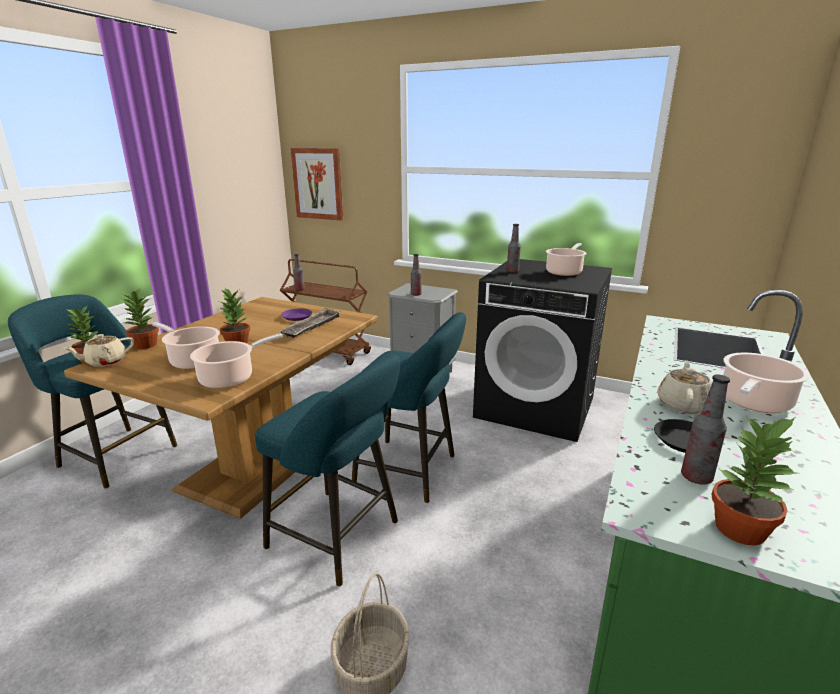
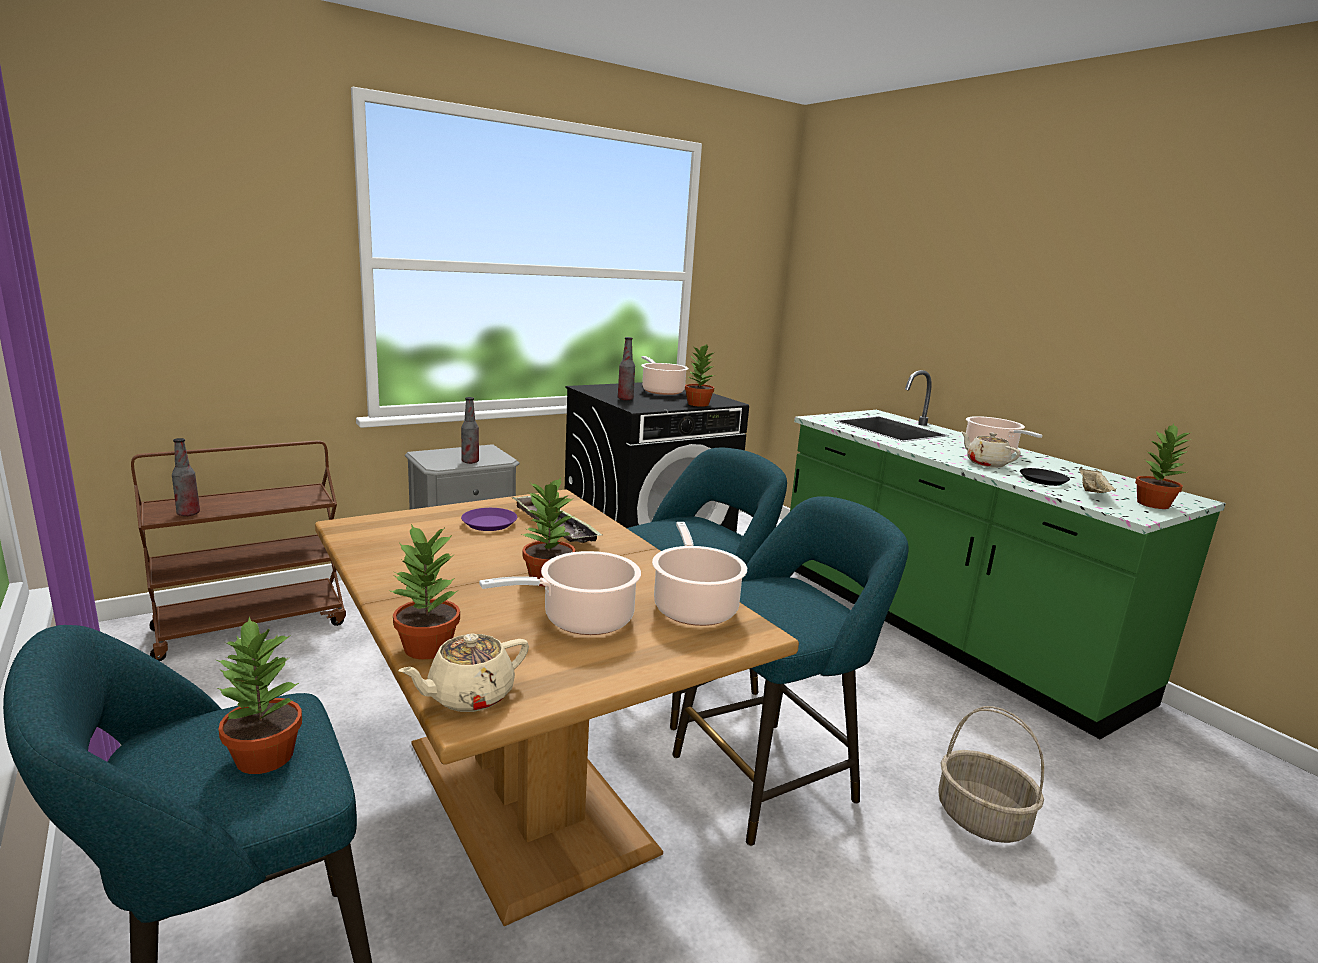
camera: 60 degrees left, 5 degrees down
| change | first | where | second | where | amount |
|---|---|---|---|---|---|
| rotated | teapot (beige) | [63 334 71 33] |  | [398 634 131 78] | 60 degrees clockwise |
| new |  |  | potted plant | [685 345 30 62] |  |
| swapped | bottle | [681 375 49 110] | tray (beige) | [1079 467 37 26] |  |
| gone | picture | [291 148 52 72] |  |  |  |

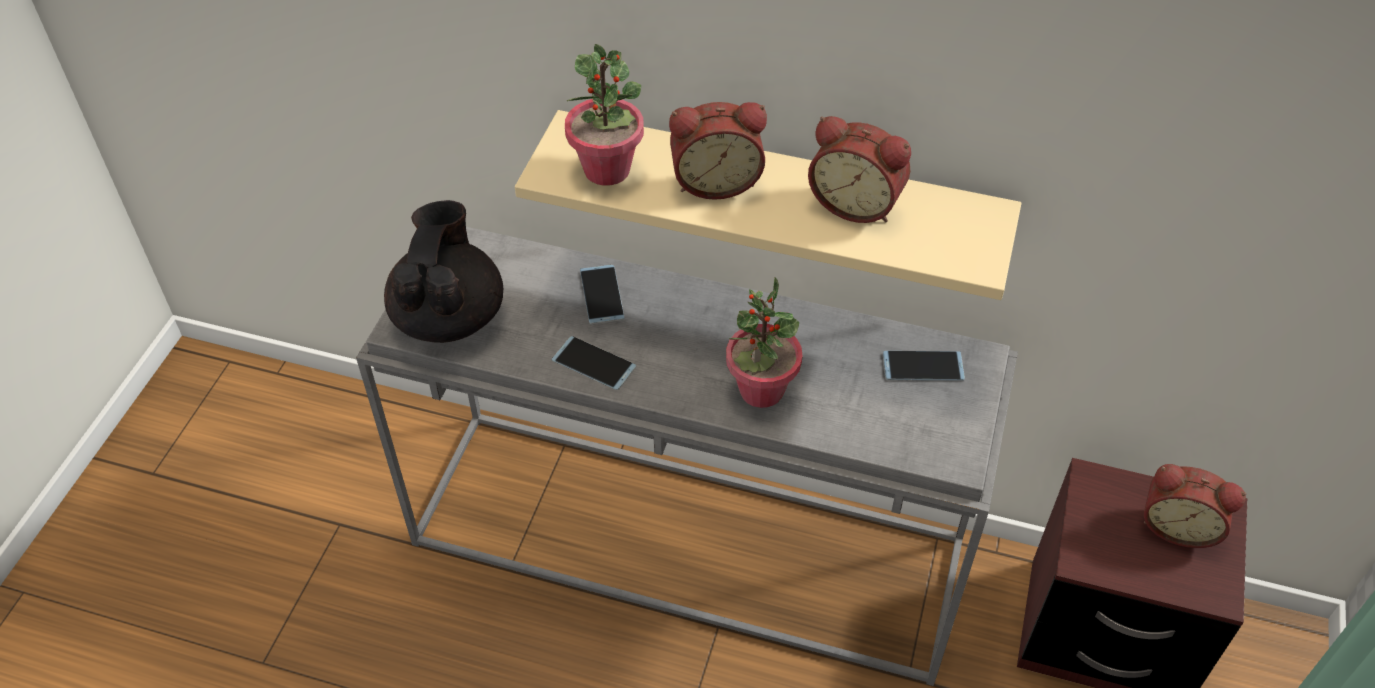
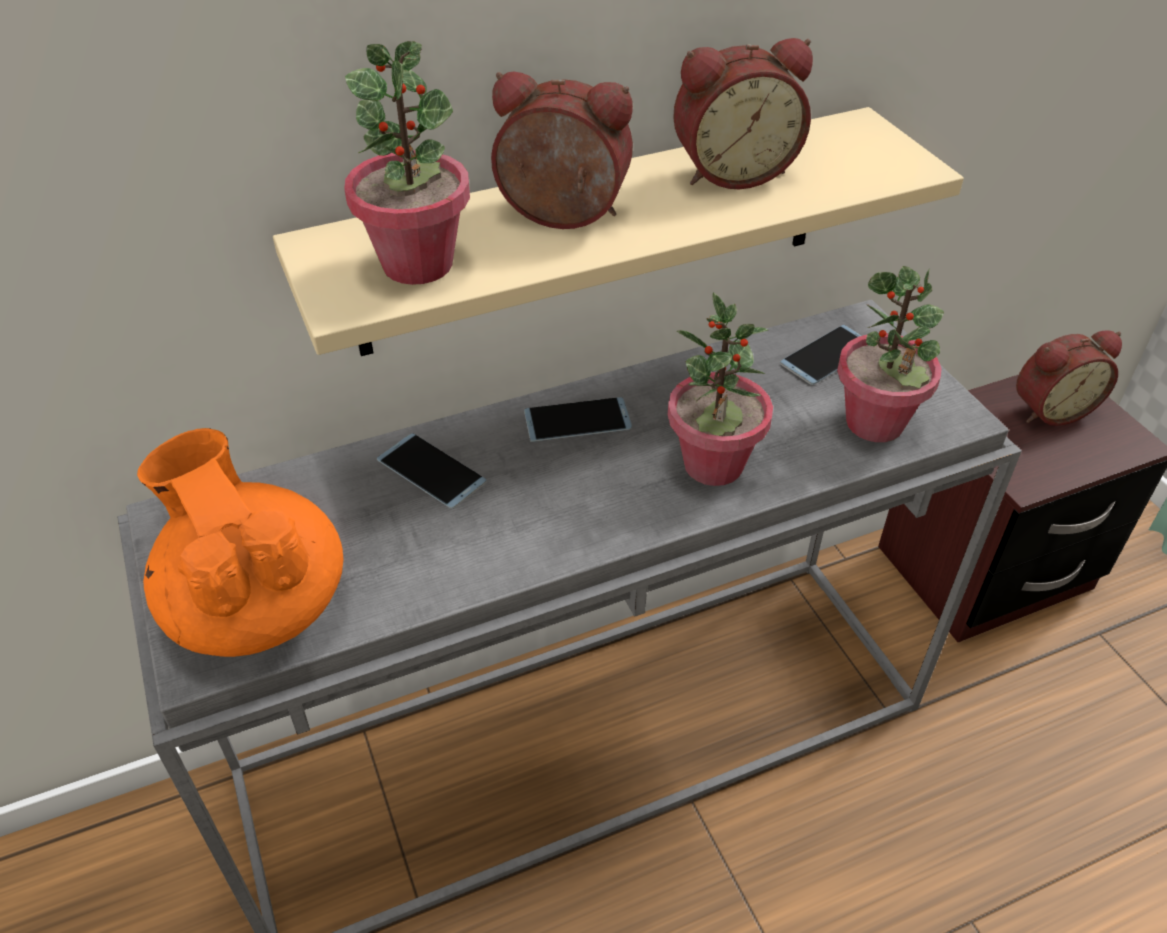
camera: 40 degrees left, 5 degrees down
| change | first | where | second | where | amount |
|---|---|---|---|---|---|
| repainted | teapot (black) | [384 200 119 143] | teapot (orange) | [137 428 206 229] |  |
| rotated | alarm clock | [669 102 98 98] |  | [491 72 142 157] | 120 degrees counterclockwise |
| shifted | phone | [552 336 84 54] |  | [524 397 108 45] |  |
| new |  |  | potted plant | [837 266 107 176] |  |

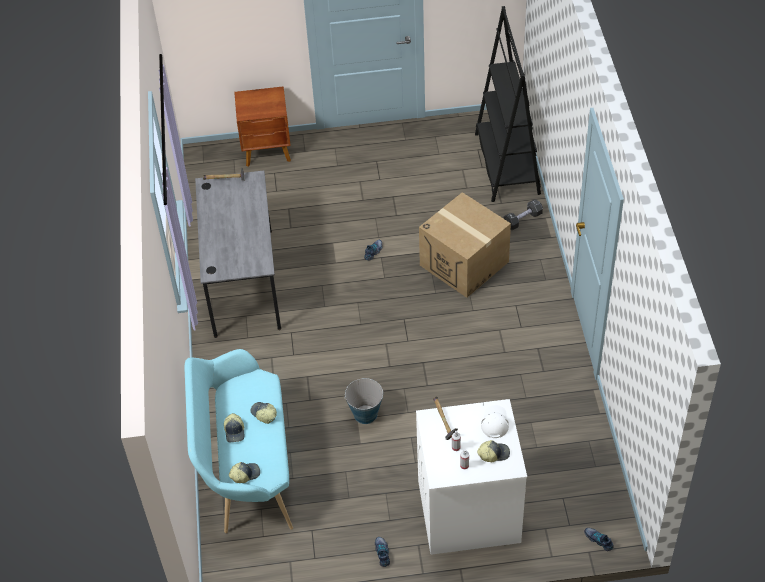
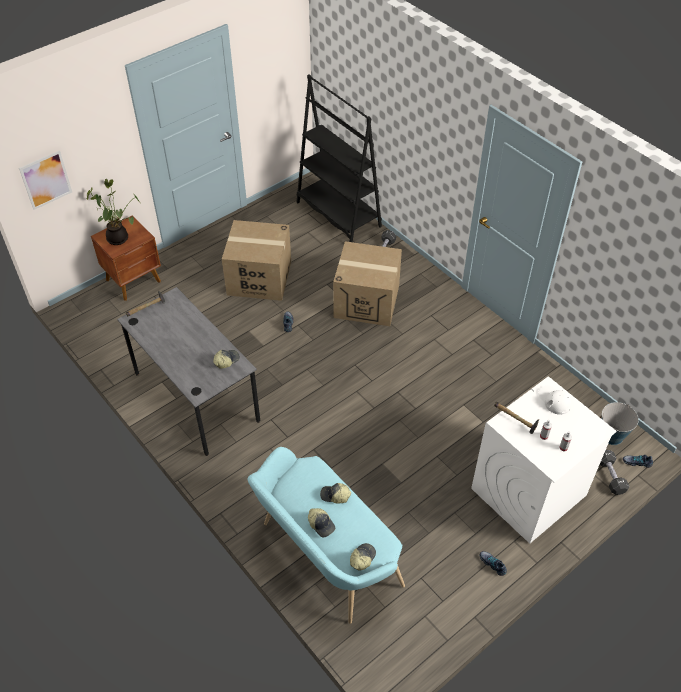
camera: 35 degrees left, 0 degrees up
| change | first | where | second | where | amount |
|---|---|---|---|---|---|
| new |  |  | picture | [19 150 53 60] |  |
| new |  |  | potted plant | [86 179 53 66] |  |
| shifted | cap | [477 440 33 22] |  | [213 350 27 19] |  |
| new |  |  | cardboard box | [222 220 69 81] |  |
| shifted | bucket | [344 378 39 46] |  | [600 402 39 43] |  |
| new |  |  | dumbbell (black) | [600 450 29 45] |  |

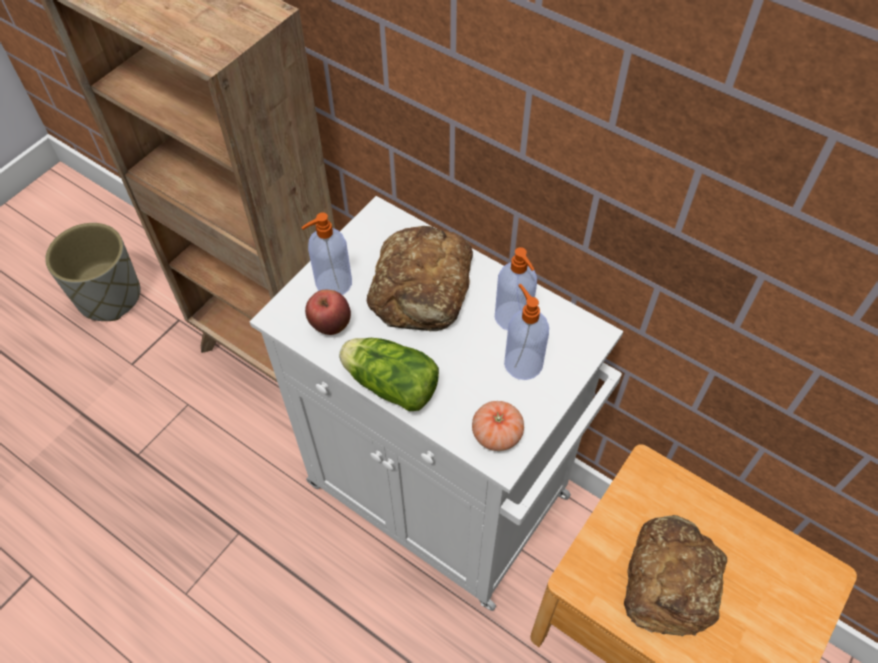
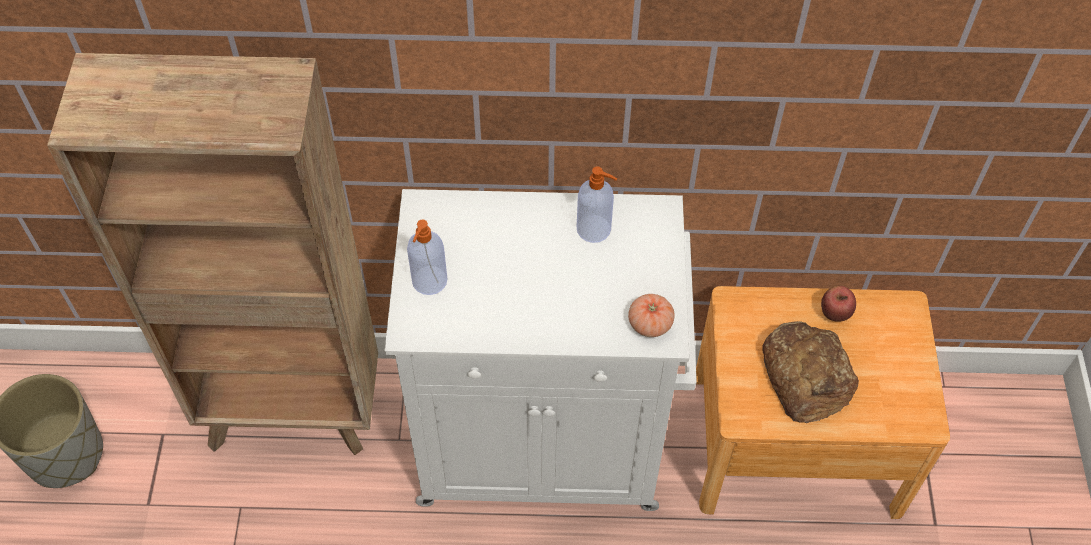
camera: 35 degrees left, 0 degrees up
| change | first | where | second | where | amount |
|---|---|---|---|---|---|
| shifted | apple | [305 290 46 45] |  | [821 286 35 36] |  |
| gone | lettuce | [339 338 100 73] |  |  |  |
| gone | bread | [367 226 106 105] |  |  |  |
| gone | soap dispenser | [504 284 45 96] |  |  |  |

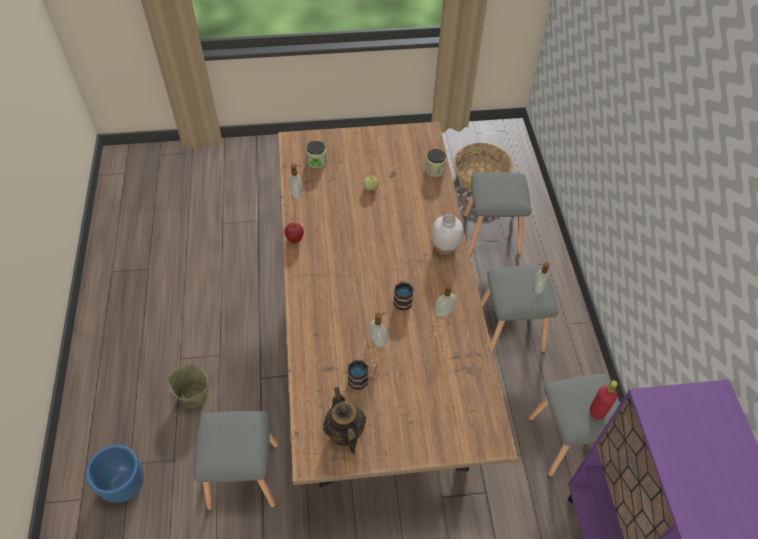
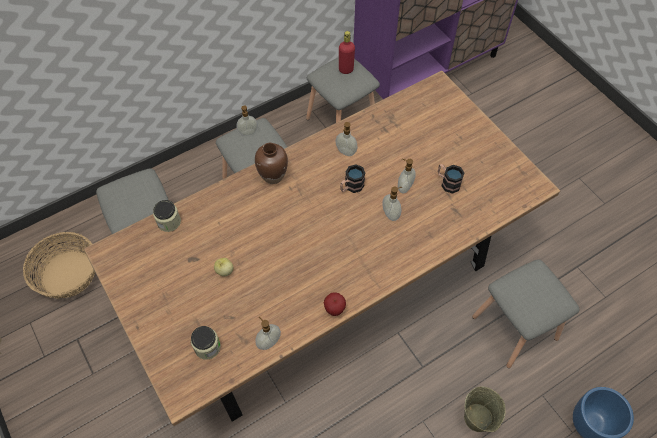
camera: 115 degrees left, 5 degrees up
| change | first | where | second | where | amount |
|---|---|---|---|---|---|
| repainted | vase (white) | [432 214 31 41] | vase (brown) | [255 143 33 41] |  |
| new |  |  | soap dispenser | [382 187 20 34] |  |
| gone | teapot | [323 387 43 67] |  |  |  |

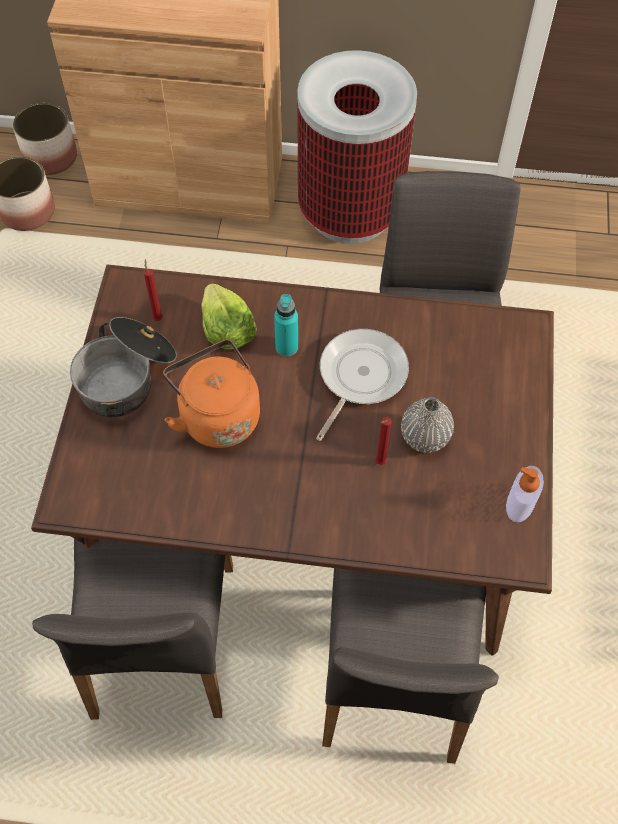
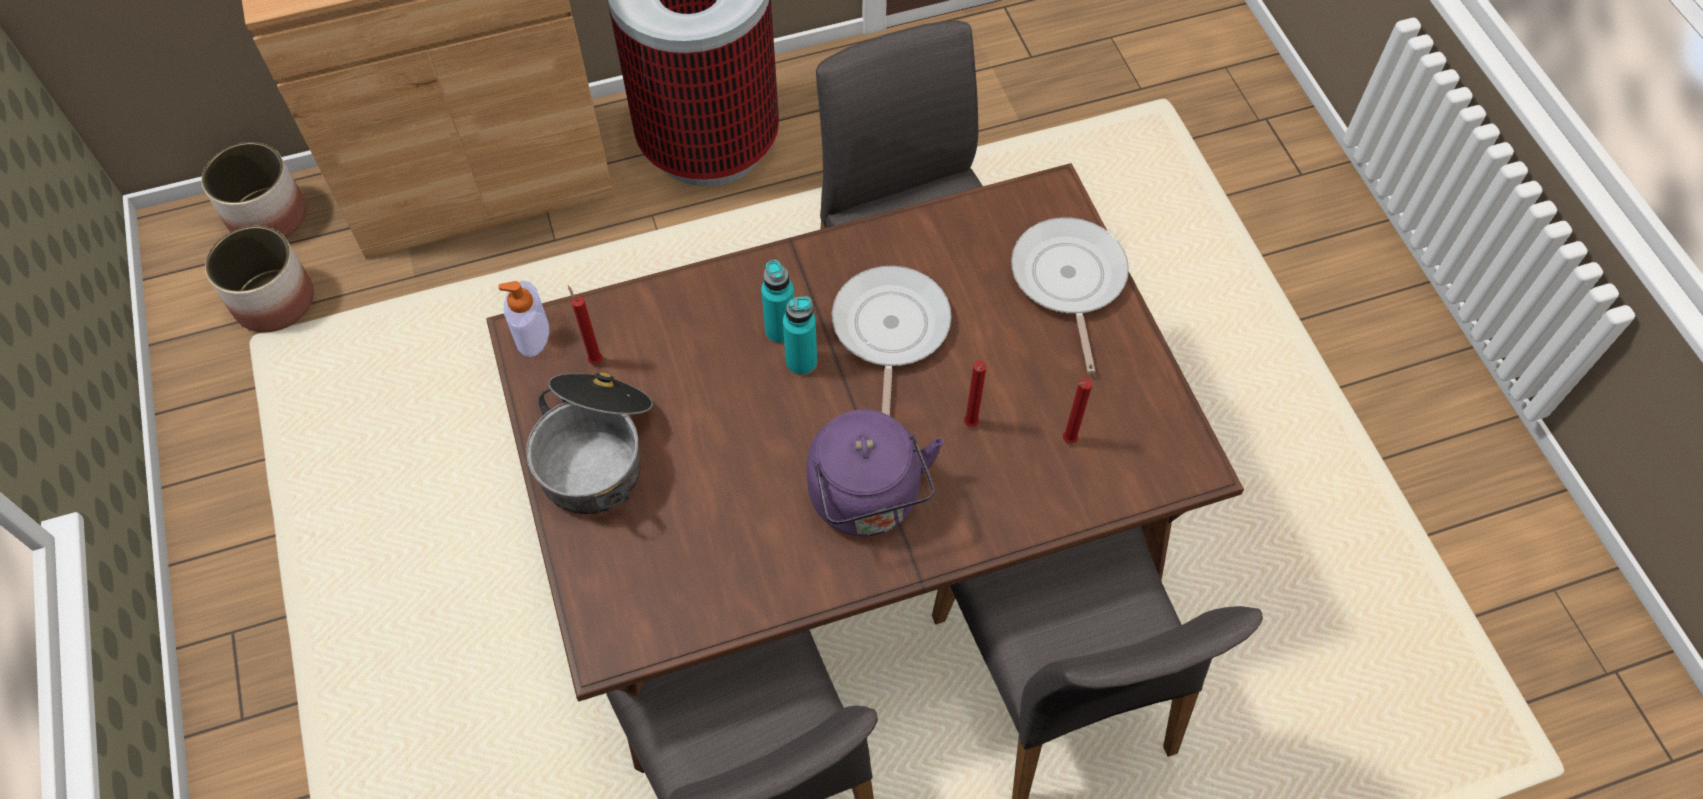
camera: 25 degrees left, 0 degrees up
| change | first | where | second | where | amount |
|---|---|---|---|---|---|
| shifted | soap dispenser | [506 466 38 56] |  | [498 281 51 76] |  |
| new |  |  | bottle (turquoise) | [783 297 34 78] |  |
| new |  |  | kettle (purple) | [807 409 136 128] |  |
| new |  |  | frying pan | [1011 217 118 156] |  |
| new |  |  | candle (red) | [1063 378 29 66] |  |
| gone | kettle (orange) | [163 340 97 108] |  |  |  |
| gone | lettuce | [201 283 56 67] |  |  |  |
| gone | vase (grey) | [401 397 53 56] |  |  |  |

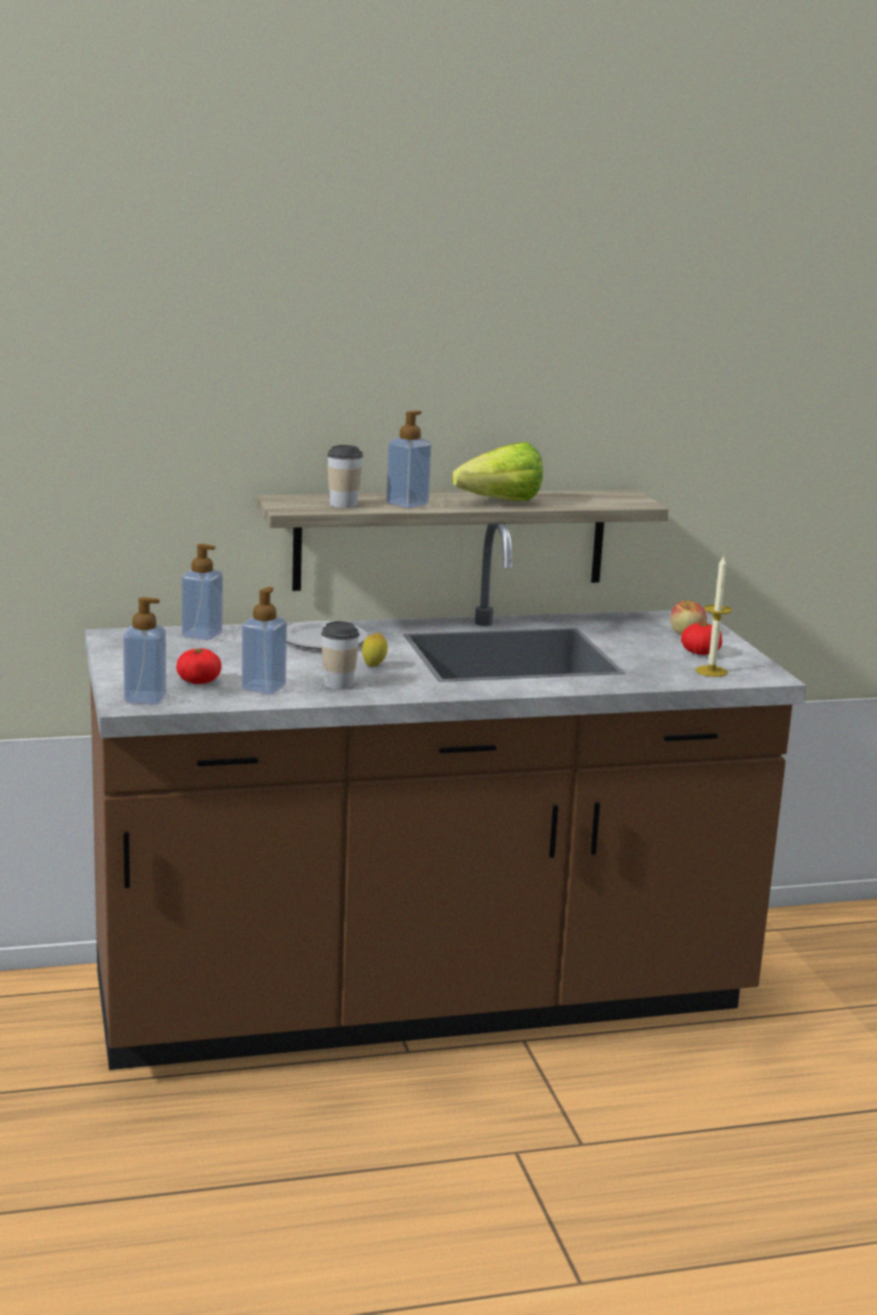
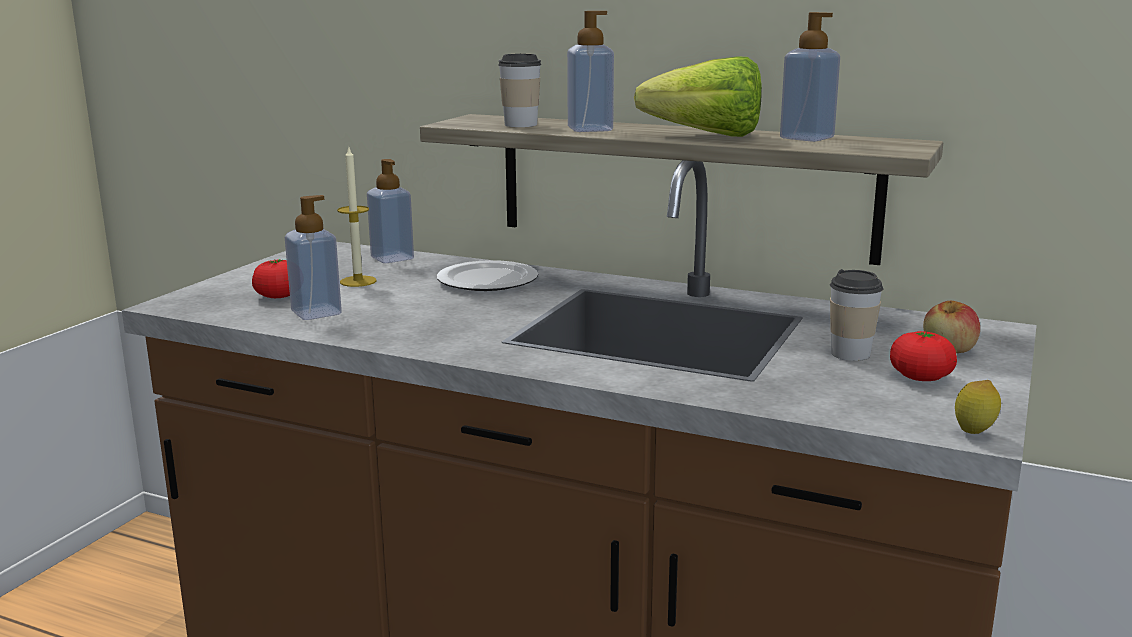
camera: 40 degrees right, 0 degrees up
| change | first | where | second | where | amount |
|---|---|---|---|---|---|
| shifted | candle | [695 555 37 122] |  | [337 148 40 139] |  |
| shifted | soap dispenser | [123 597 43 108] |  | [780 12 60 130] |  |
| shifted | cup | [321 621 39 69] |  | [830 269 53 92] |  |
| shifted | lemon | [362 633 26 34] |  | [955 380 46 54] |  |

